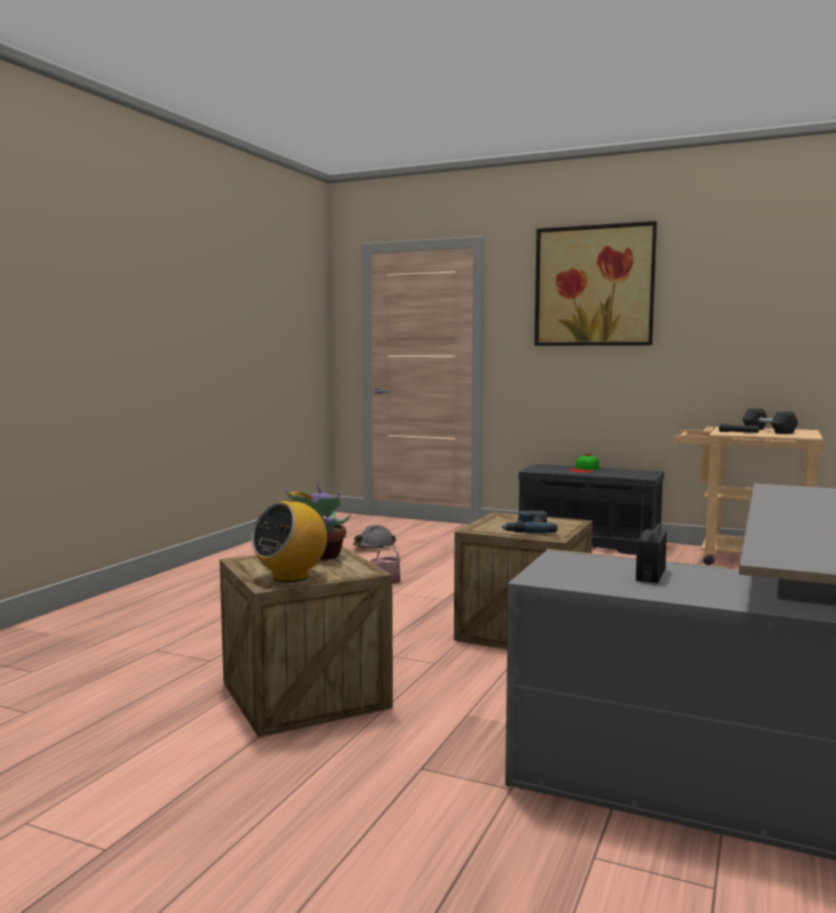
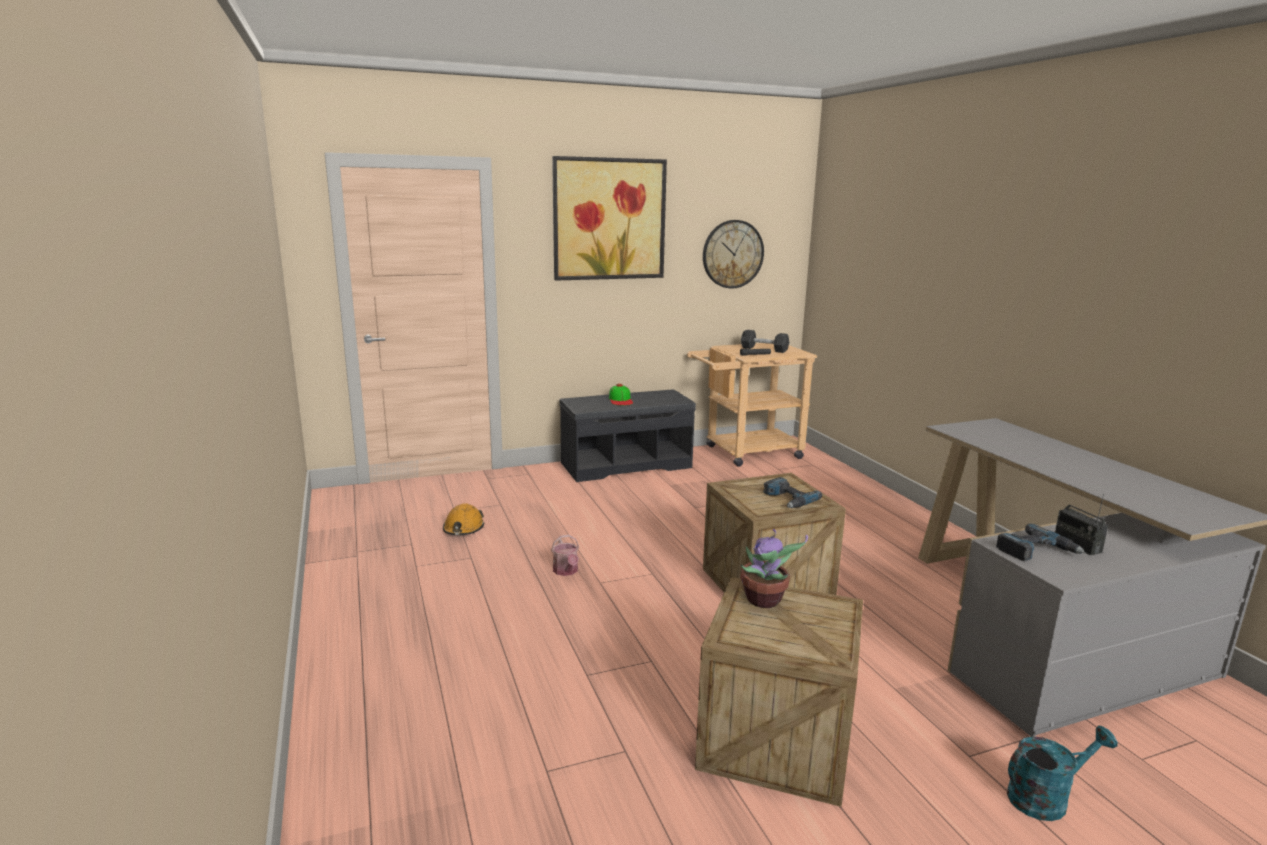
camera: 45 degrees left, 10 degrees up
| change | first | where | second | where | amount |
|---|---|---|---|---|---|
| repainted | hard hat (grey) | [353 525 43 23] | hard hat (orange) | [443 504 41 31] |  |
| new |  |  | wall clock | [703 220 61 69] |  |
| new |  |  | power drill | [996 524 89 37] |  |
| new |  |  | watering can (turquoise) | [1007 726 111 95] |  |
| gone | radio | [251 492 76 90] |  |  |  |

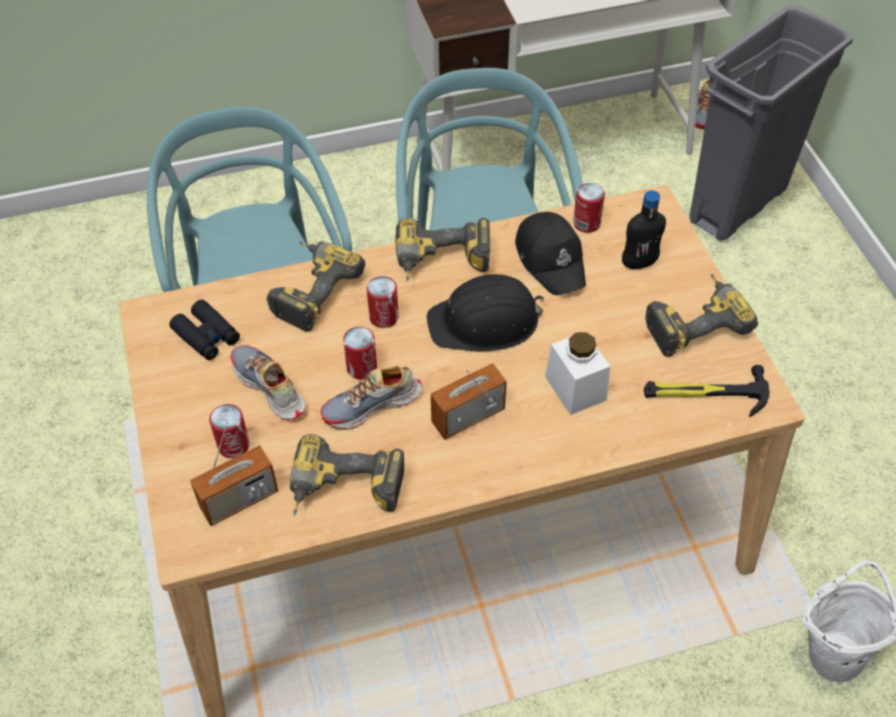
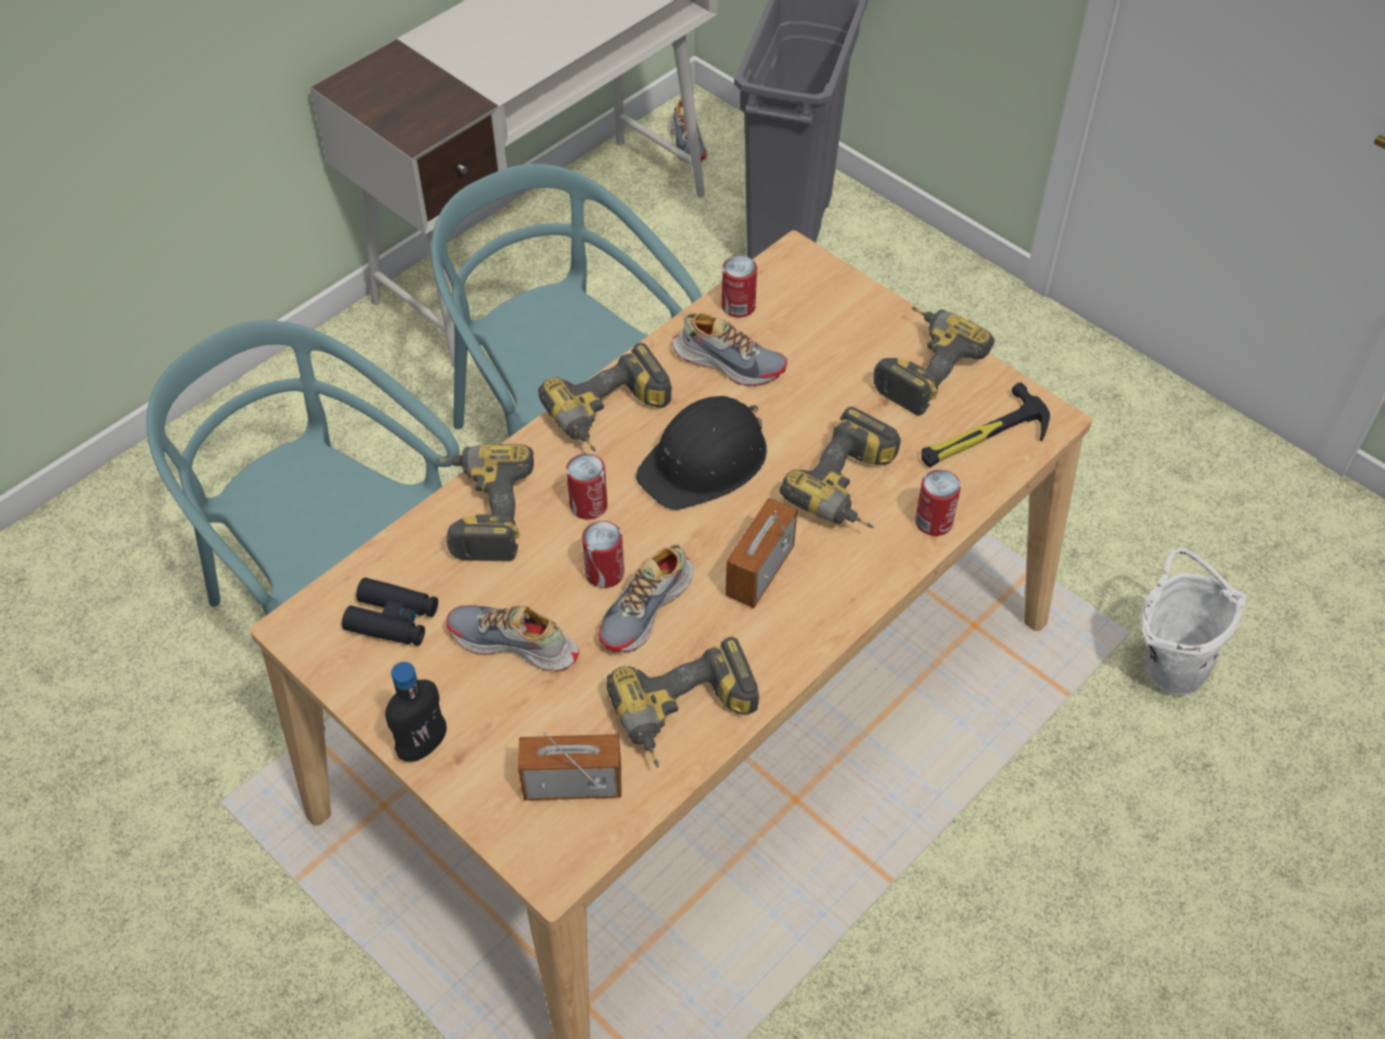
camera: 30 degrees left, 0 degrees up
| change | first | where | second | where | amount |
|---|---|---|---|---|---|
| shifted | bottle (black) | [622 190 44 79] |  | [385 662 62 99] |  |
| rotated | radio | [190 420 88 106] |  | [518 732 103 68] | 120 degrees counterclockwise |
| swapped | cap (black) | [515 212 71 83] | shoe | [672 313 115 73] |  |
| swapped | jar (white) | [545 331 65 84] | power drill | [780 407 121 121] |  |
| shifted | can | [209 404 41 54] |  | [915 470 46 66] |  |

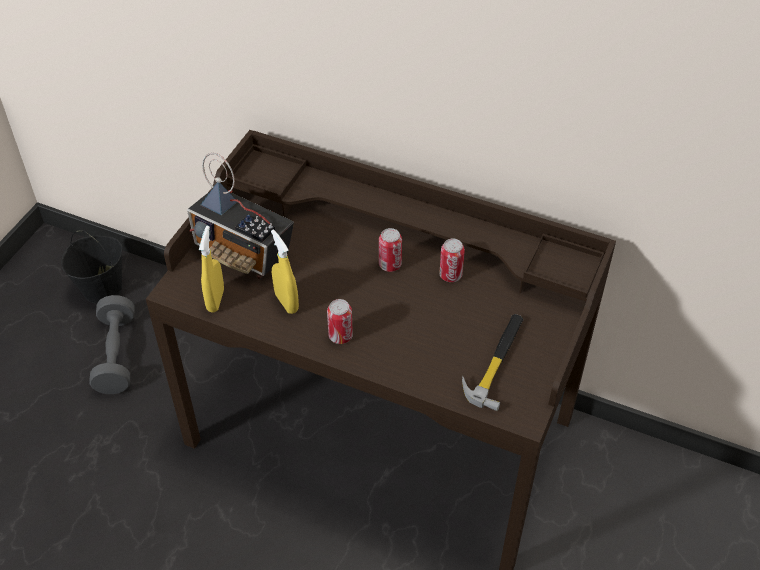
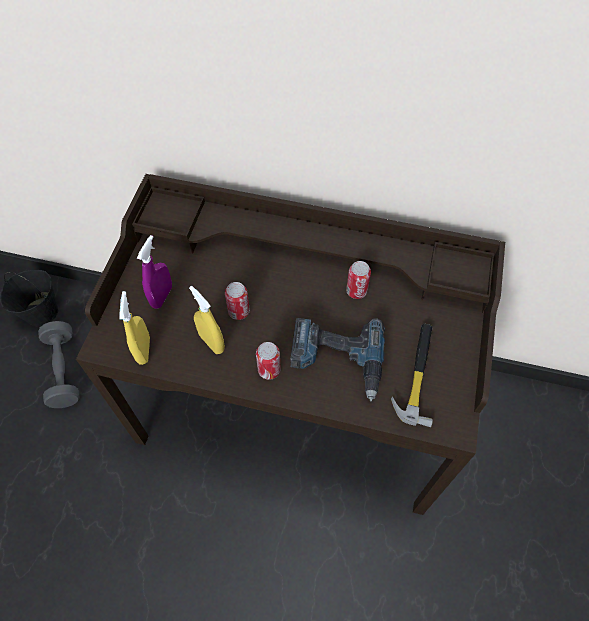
camera: 10 degrees left, 10 degrees up
| change | first | where | second | where | amount |
|---|---|---|---|---|---|
| swapped | radio | [187 153 107 127] | spray bottle (purple) | [137 235 35 74] |  |
| shifted | can | [379 228 23 44] |  | [225 282 25 38] |  |
| new |  |  | power drill | [290 318 95 84] |  |

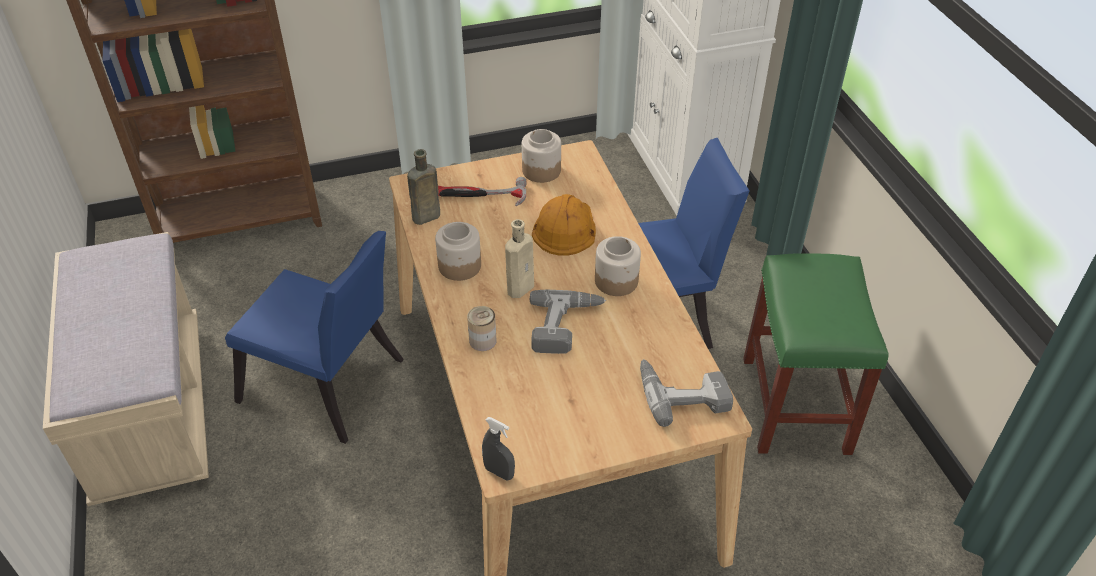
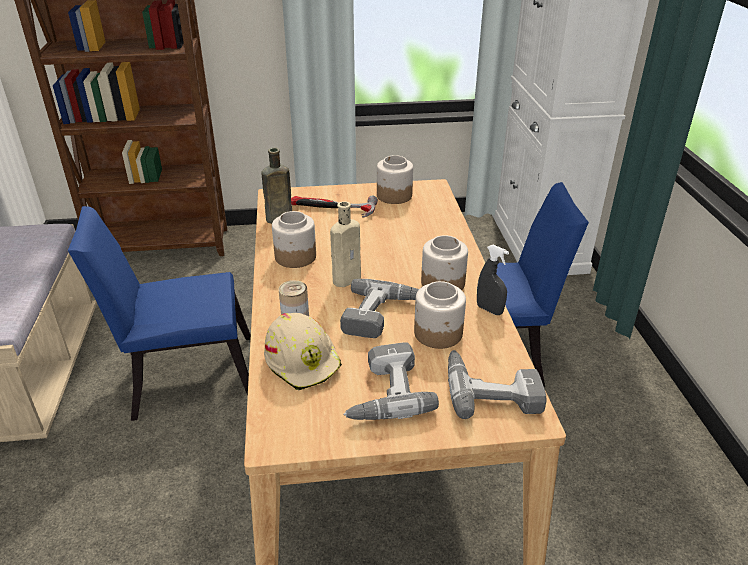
camera: 10 degrees right, 10 degrees down
| change | first | where | second | where | amount |
|---|---|---|---|---|---|
| rotated | chair (blue) | [225 231 179 213] |  | [68 206 183 215] | 135 degrees clockwise |
| new |  |  | hard hat (beige) | [264 313 78 77] |  |
| new |  |  | power drill | [344 342 95 78] |  |
| new |  |  | jar | [414 281 52 68] |  |
| shifted | spray bottle (grey) | [482 417 33 64] |  | [477 245 32 70] |  |
| gone | hard hat (orange) | [532 194 64 62] |  |  |  |
| gone | stool (green) | [743 253 146 202] |  |  |  |

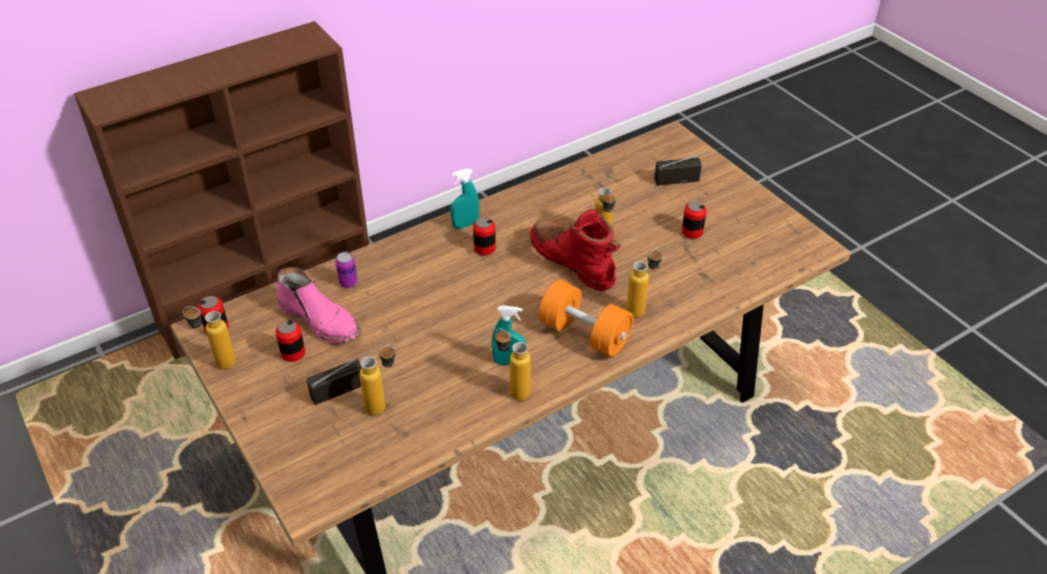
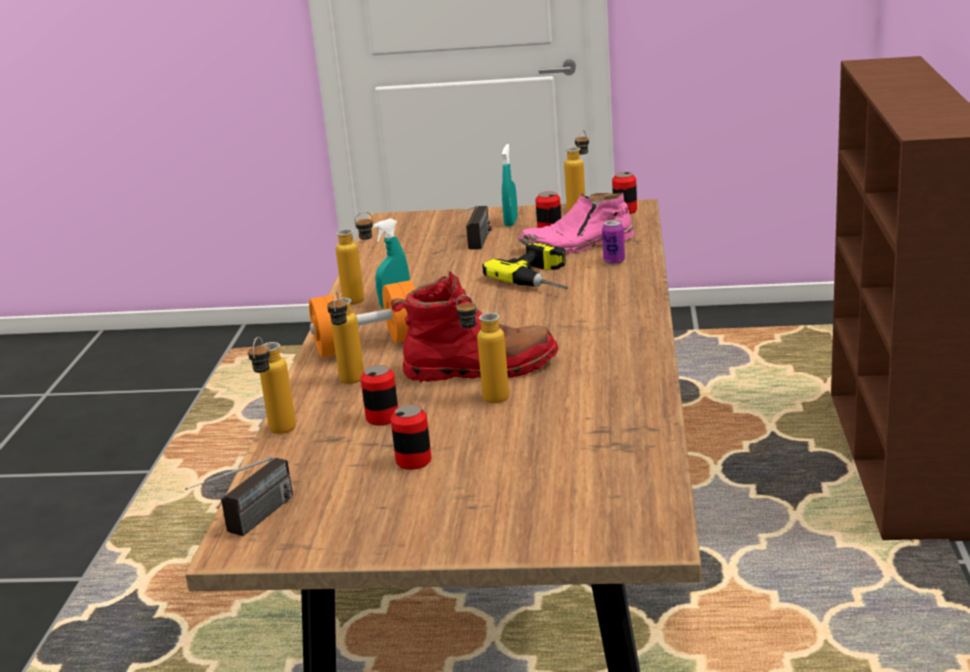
camera: 130 degrees right, 20 degrees down
| change | first | where | second | where | amount |
|---|---|---|---|---|---|
| shifted | radio | [654 146 73 40] |  | [185 457 108 79] |  |
| shifted | bottle | [359 345 37 71] |  | [248 337 48 97] |  |
| shifted | can | [473 217 23 39] |  | [360 365 38 60] |  |
| new |  |  | power drill | [482 242 86 47] |  |
| shifted | spray bottle (turquoise) | [451 168 29 61] |  | [502 144 16 82] |  |

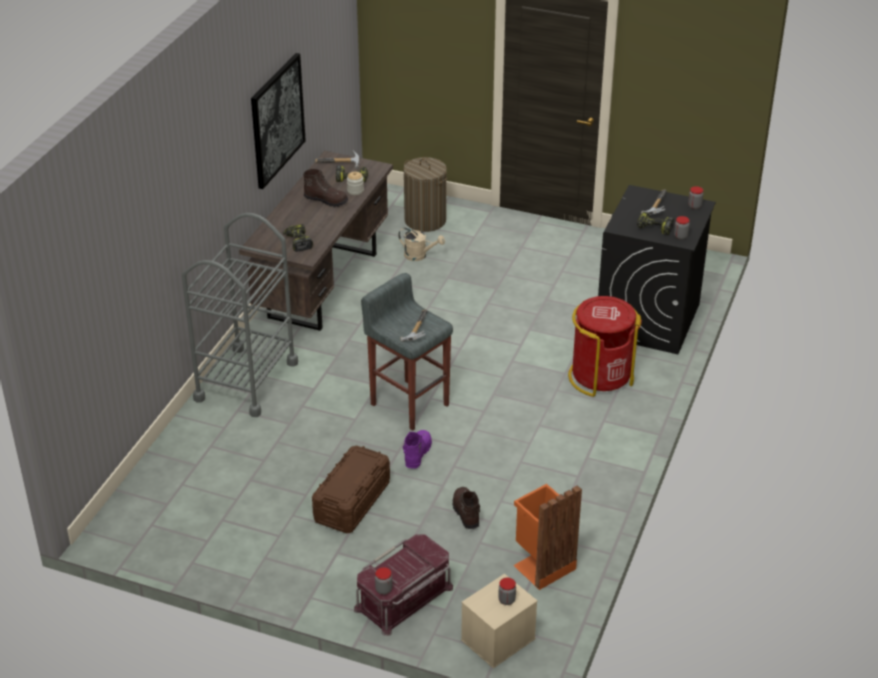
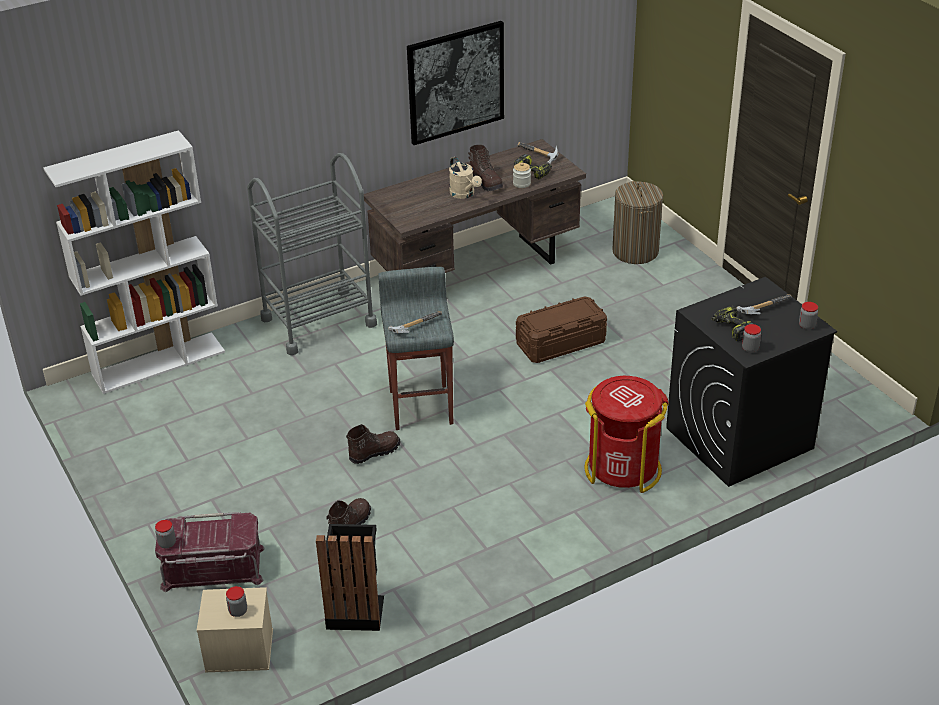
camera: 40 degrees right, 0 degrees up
| change | first | where | second | where | amount |
|---|---|---|---|---|---|
| new |  |  | bookcase (white) | [43 130 182 264] |  |
| repainted | trash can (orange) | [513 484 69 106] | trash can (black) | [316 524 68 107] |  |
| repainted | boot (purple) | [403 430 29 39] | boot (brown) | [346 424 55 40] |  |
| shifted | watering can (beige) | [398 228 47 33] |  | [449 157 33 42] |  |
| shifted | storage box (brown) | [312 445 78 88] |  | [516 296 91 67] |  |
| gone | power drill | [283 224 30 28] |  |  |  |

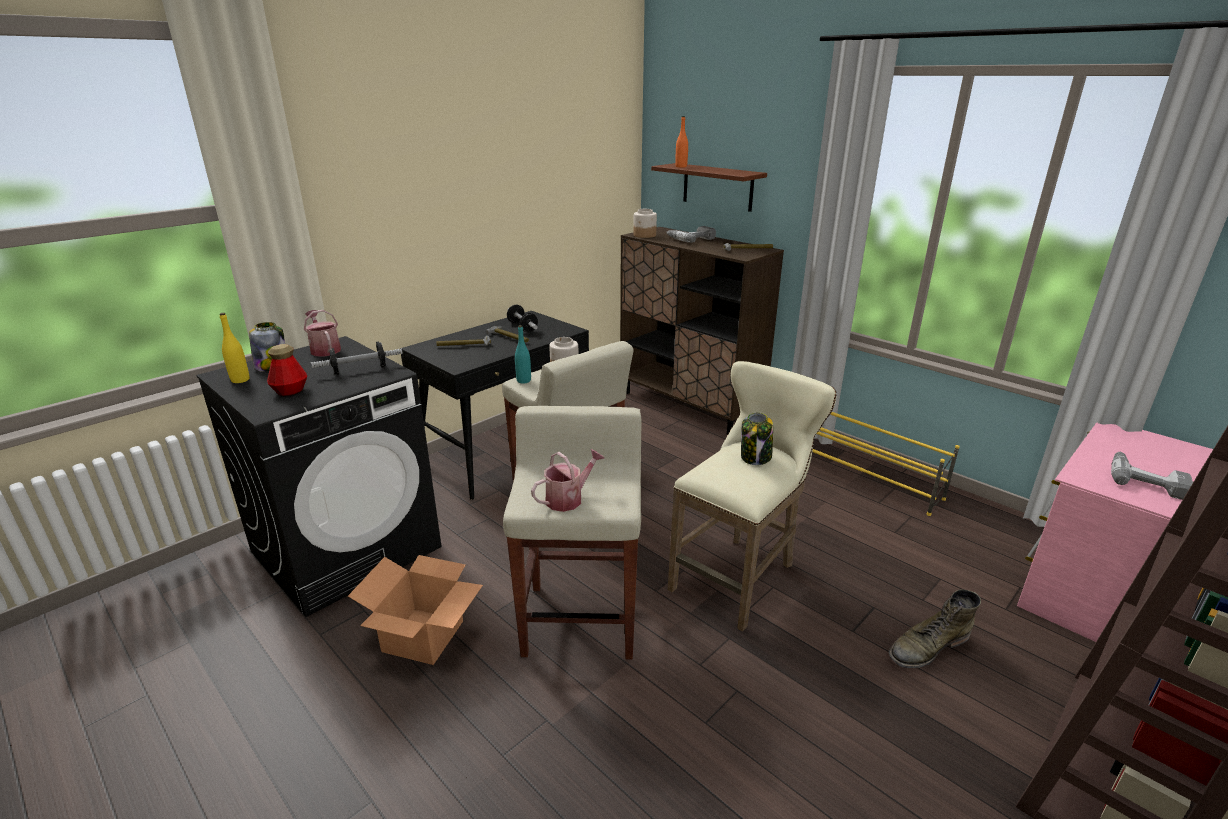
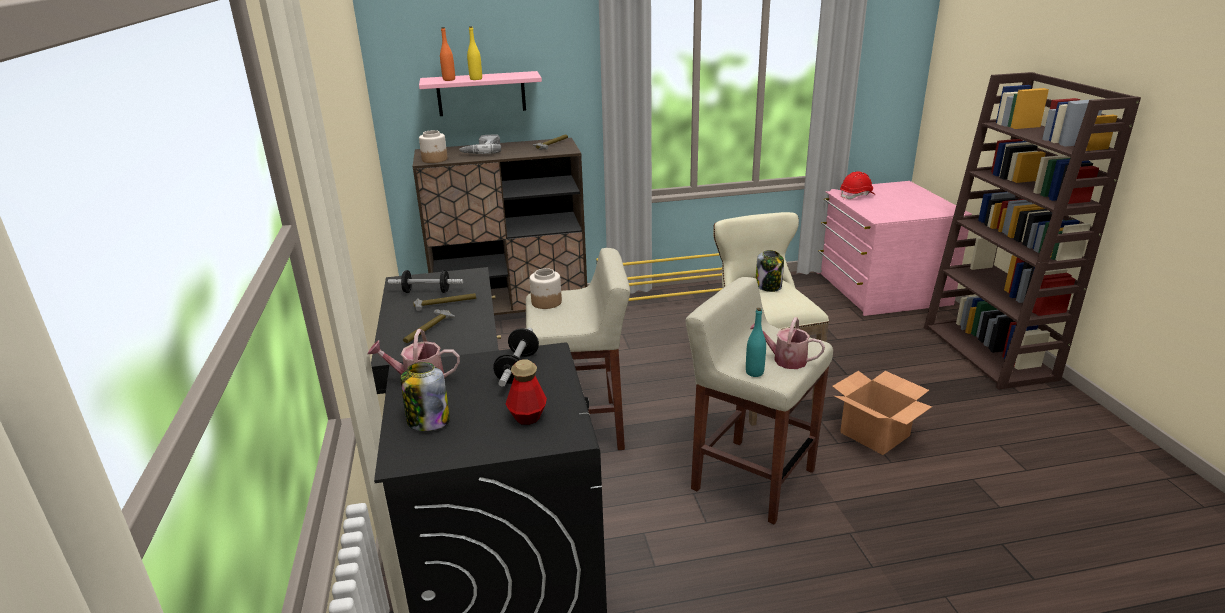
camera: 55 degrees left, 0 degrees up
| change | first | where | second | where | amount |
|---|---|---|---|---|---|
| repainted | shelf (brown) | [651 163 116 49] | shelf (pink) | [419 71 123 45] |  |
| shifted | bottle (yellow) | [220 313 29 70] |  | [467 26 15 54] |  |
| shifted | bottle (turquoise) | [515 325 16 58] |  | [746 308 20 69] |  |
| rotated | watering can | [531 449 74 63] |  | [750 317 75 52] | 60 degrees counterclockwise |
| shifted | cardboard box | [348 555 135 110] |  | [832 371 100 84] |  |
| new |  |  | hard hat (red) | [840 171 36 29] |  |
| gone | boot (green) | [889 589 92 79] |  |  |  |
| gone | power drill | [1111 452 82 48] |  |  |  |

